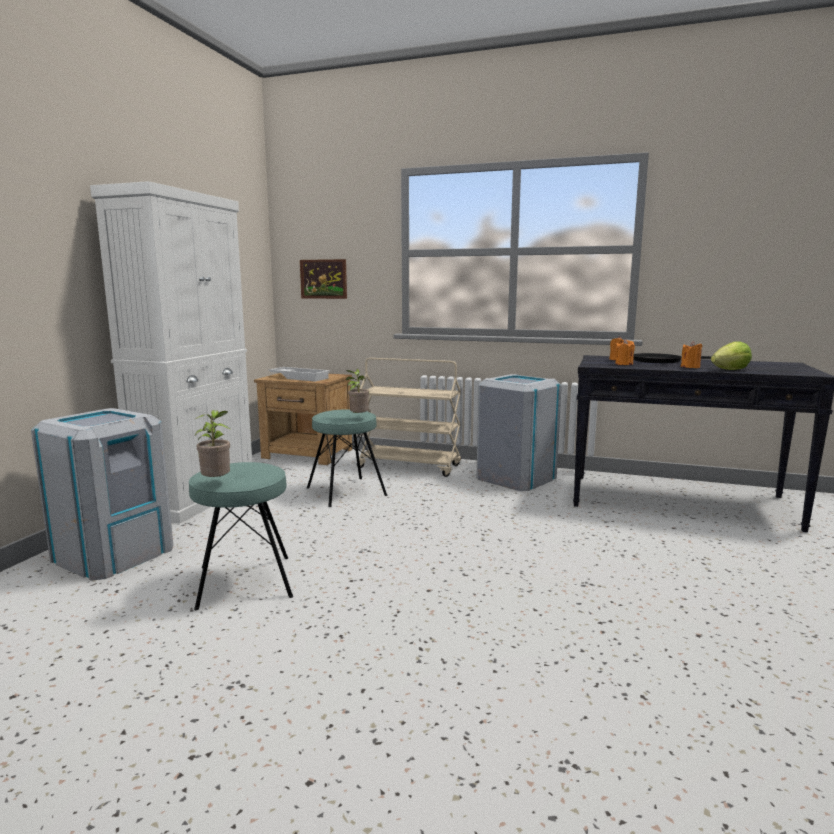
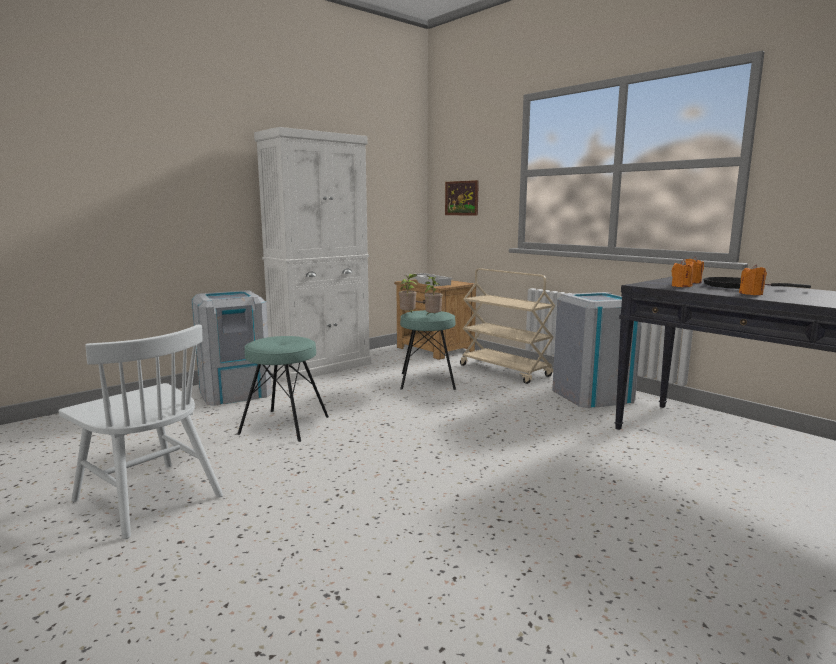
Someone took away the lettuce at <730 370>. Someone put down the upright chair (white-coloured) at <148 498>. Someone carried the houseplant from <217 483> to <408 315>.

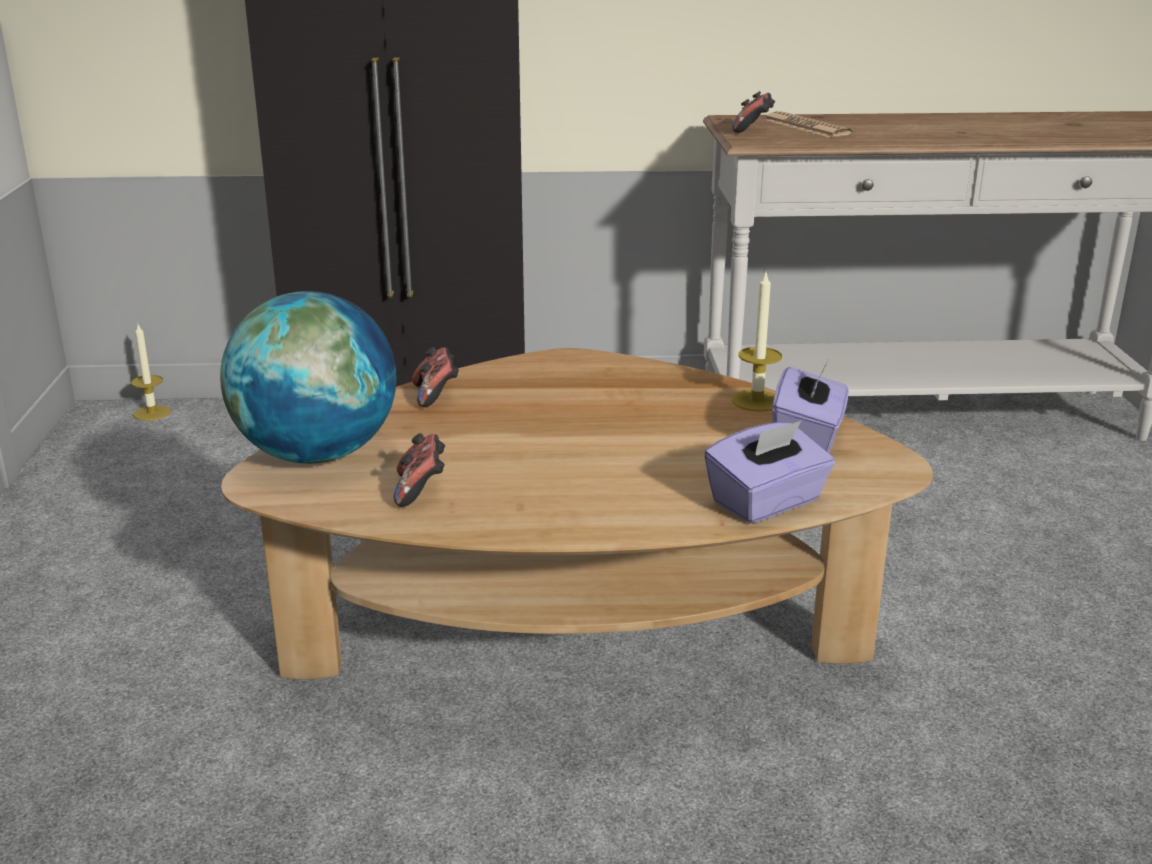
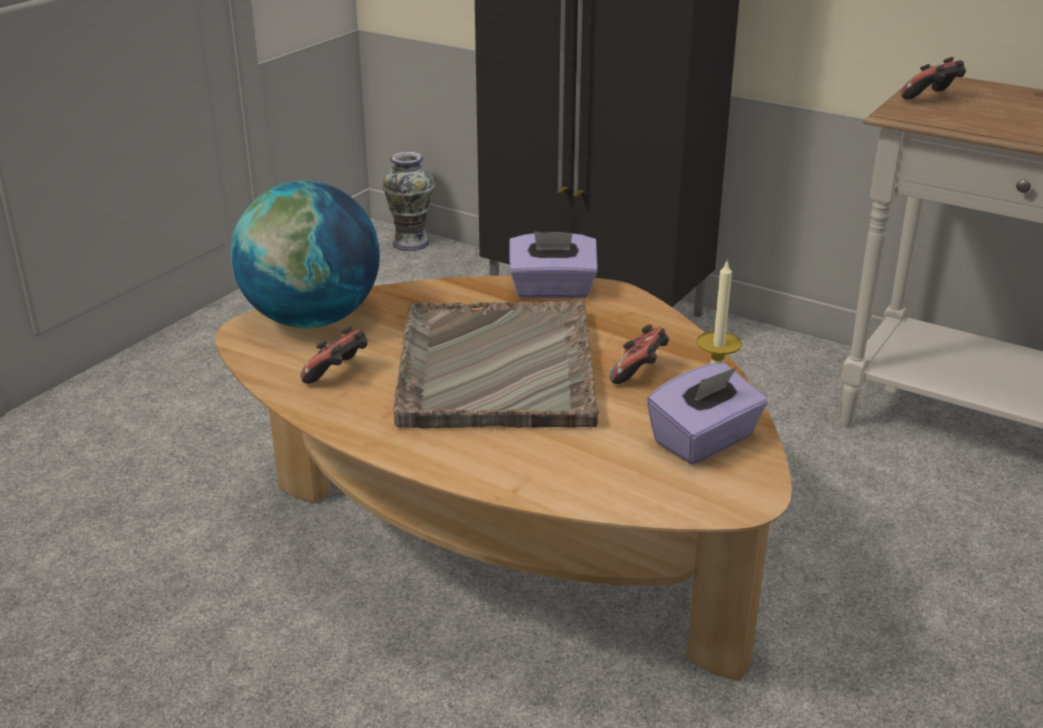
Someone took away the printed paper at <806 127>. Someone put down the carrying tray (grey) at <496 369>. Someone carried the gamepad from <436 395> to <640 373>. Someone carried the tissue holder (purplish) from <767 503> to <552 290>. Someone swapped the wax light at <152 413> for the vase at <410 243>.

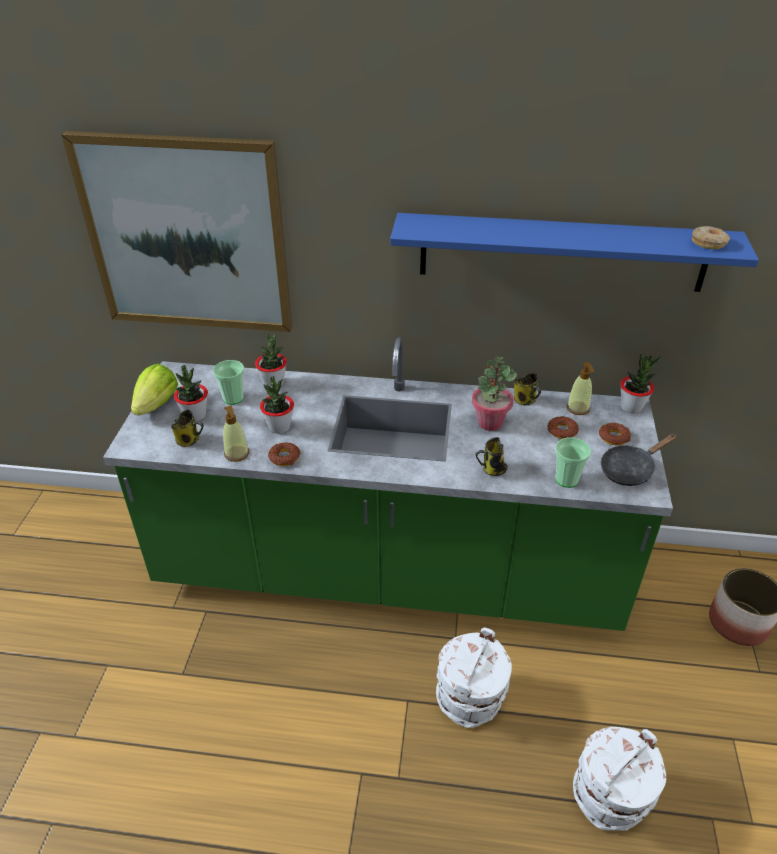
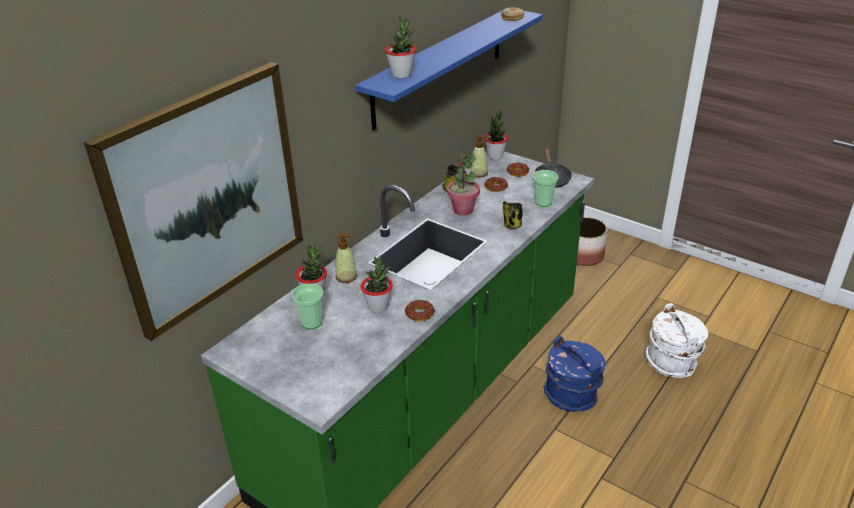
Someone took away the lettuce at <157 404>. Someone took away the tea mug at <189 440>. Someone carried the houseplant from <195 416> to <401 74>. Someone carried the soap dispenser from <236 454> to <346 277>. Someone repainted the water bucket (white-coloured) at <470 698>, which became the water bucket (bluish) at <571 395>.

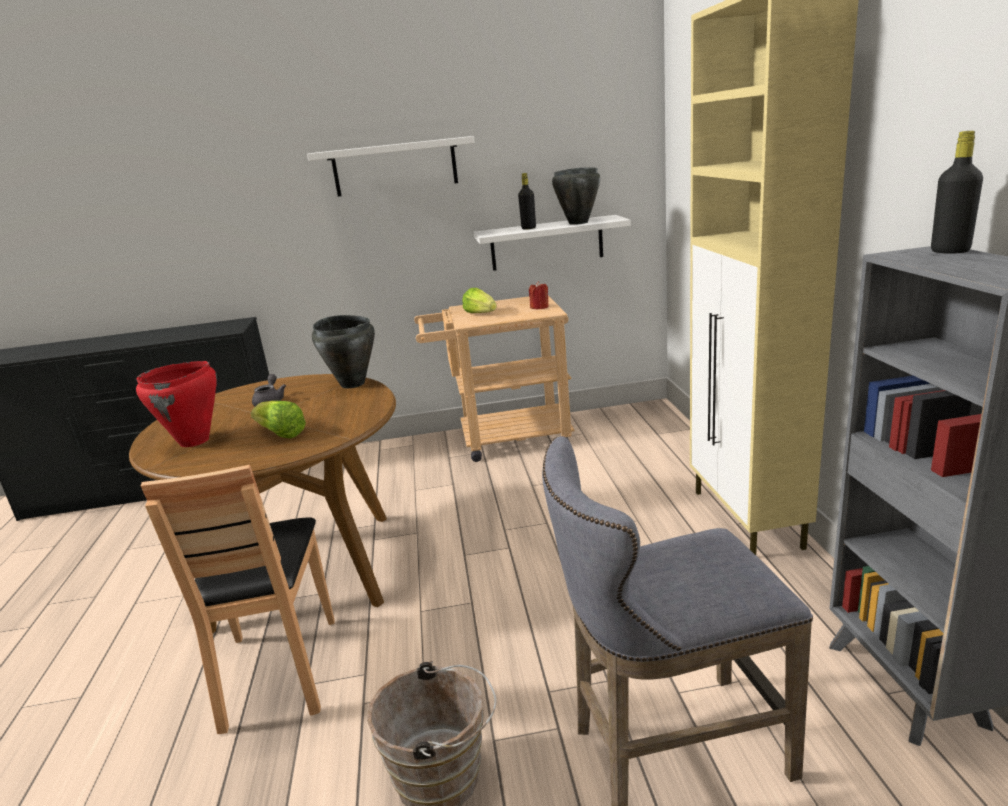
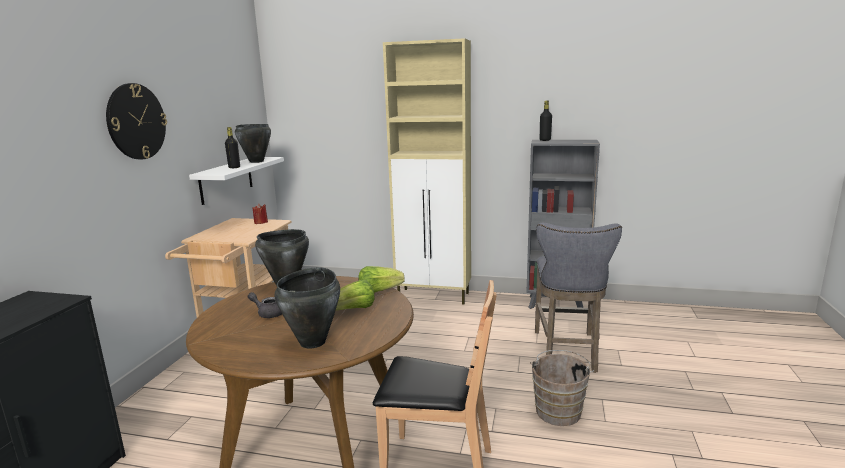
Someone carried the lettuce from <480 314> to <379 291>. Someone swapped the wall shelf (white-coloured) at <395 167> for the wall clock at <136 121>. Someone repainted the stockpot (red) at <194 441>, which became the stockpot (blackish) at <313 342>.

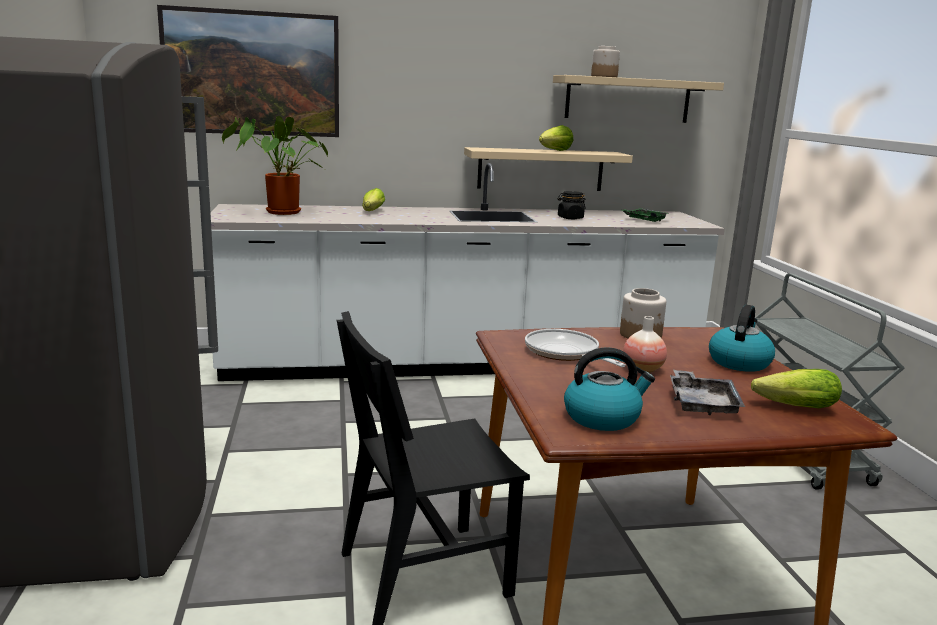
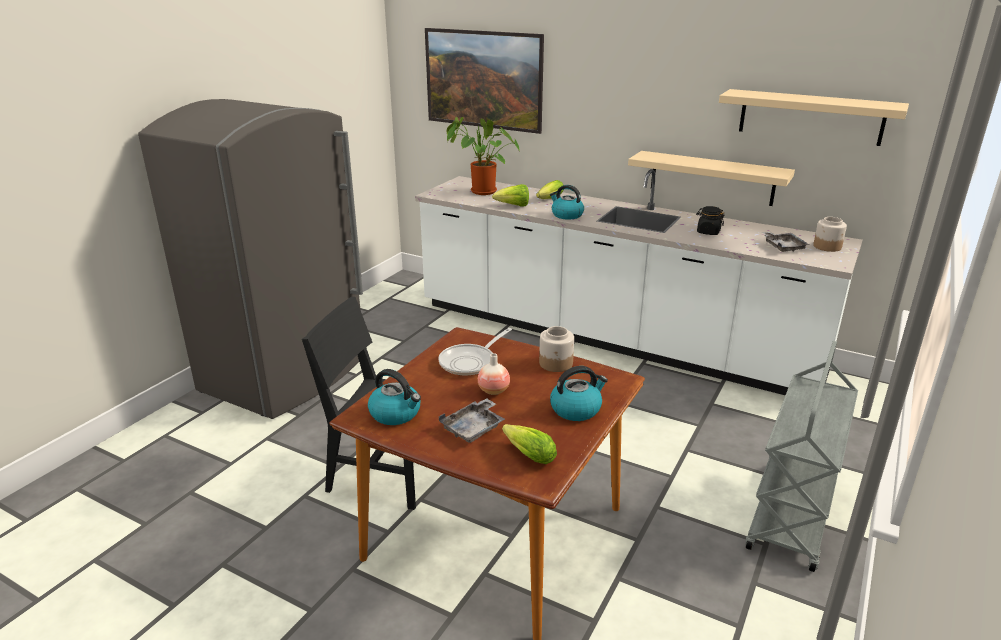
Someone put down the tea kettle at <566 215>. Someone carried the lettuce from <554 151> to <513 206>. Someone carried the jar from <604 76> to <827 247>. Someone repainted the carrying tray (greenish) at <644 220>, which became the carrying tray (grey) at <783 247>. Someone rotated the frying pan at <565 353> by 150 degrees counterclockwise.

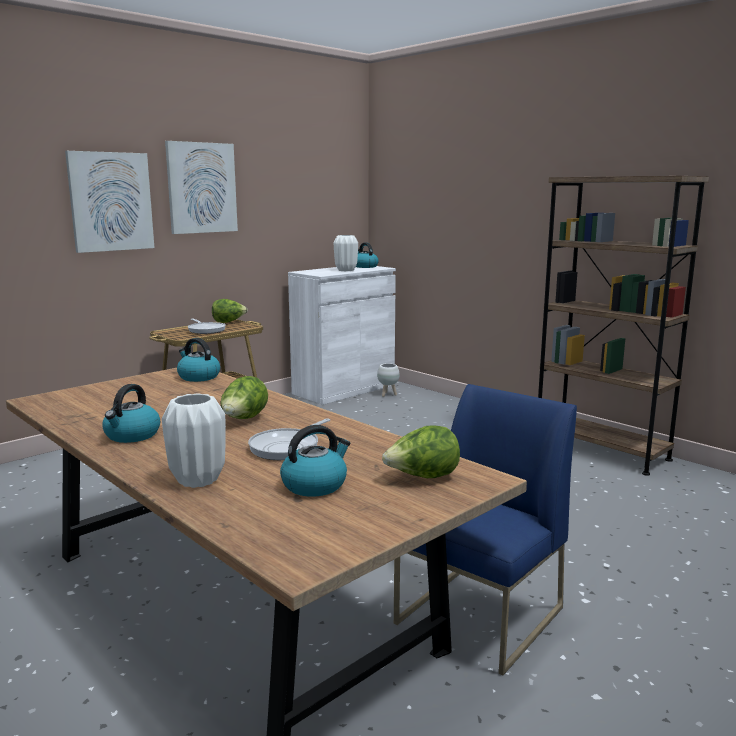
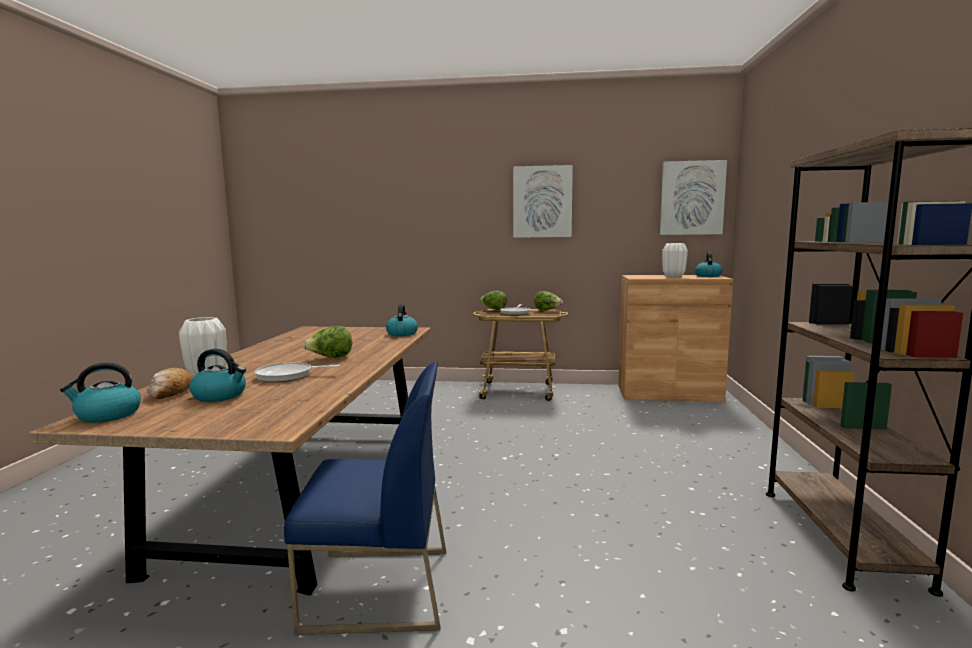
Someone took away the flower pot (white-coloured) at <388 395>. Someone put down the bread at <171 393>. Someone carried the wall art from <110 202> to <692 198>. Someone carried the tea kettle from <132 435> to <107 415>. Someone carried the lettuce from <422 477> to <493 309>. Someone repainted the cupboard (white-coloured) at <344 389>, which became the cupboard (brown) at <668 393>.

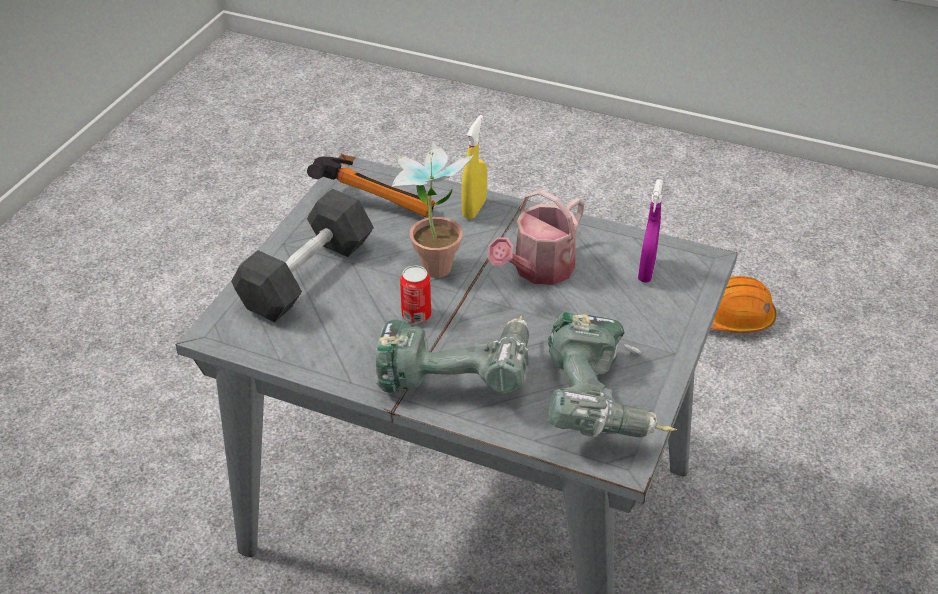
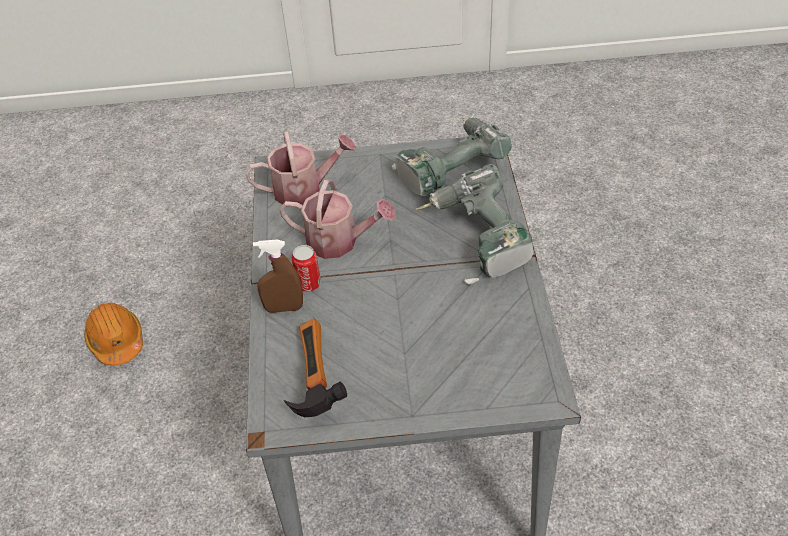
Someone took away the dumbbell (blackish) at <307 275>. Someone took away the houseplant at <434 261>. Someone carried the metal can from <416 315> to <308 284>. Someone swapped the spray bottle (purplish) at <646 271> for the watering can at <304 189>. Someone repainted the spray bottle (yellowish) at <474 209>, which became the spray bottle (brown) at <284 308>.

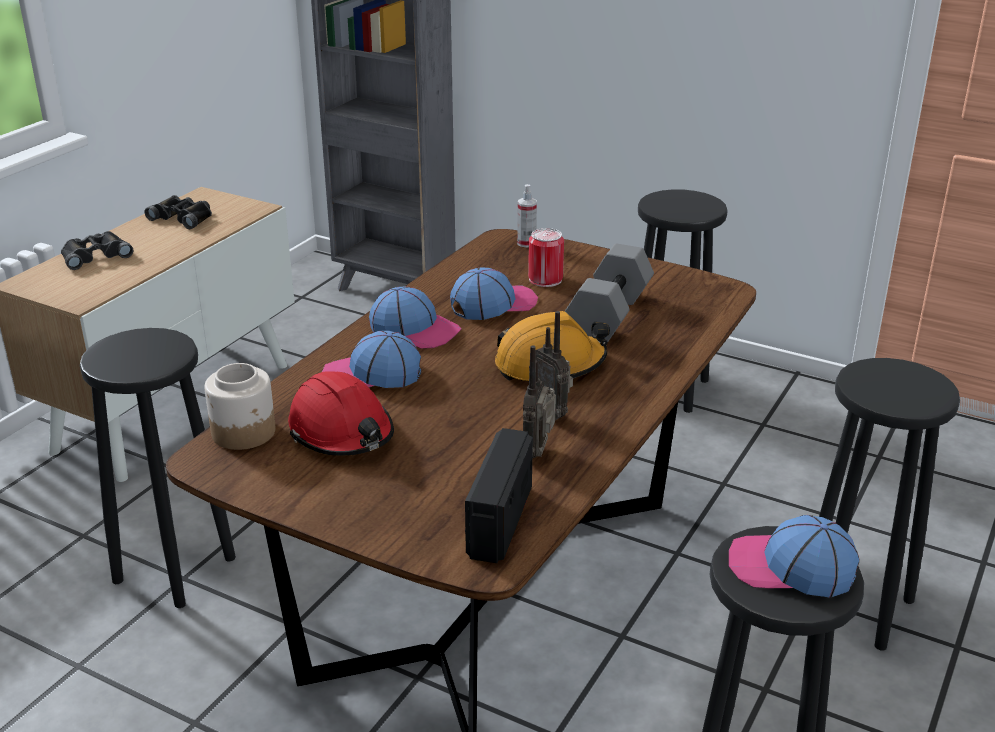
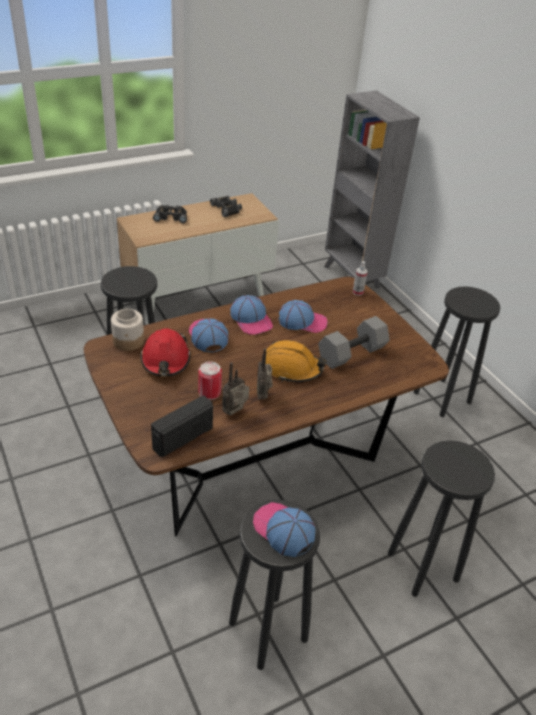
Someone carried the metal can from <545 279> to <209 392>. Someone rotated the cap at <372 375> by 45 degrees clockwise.

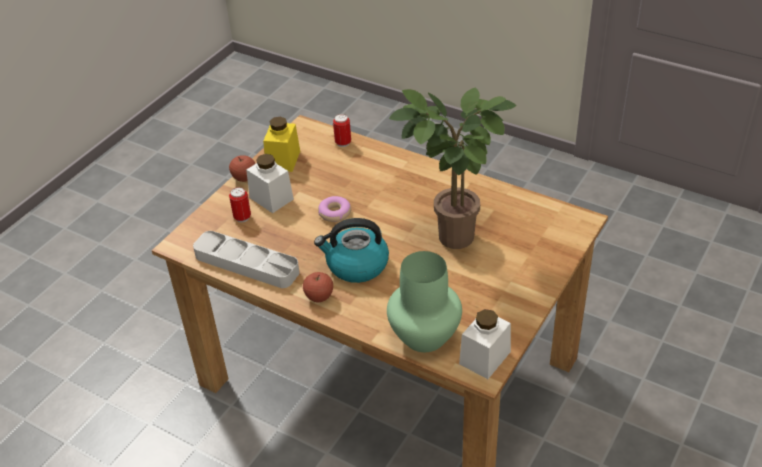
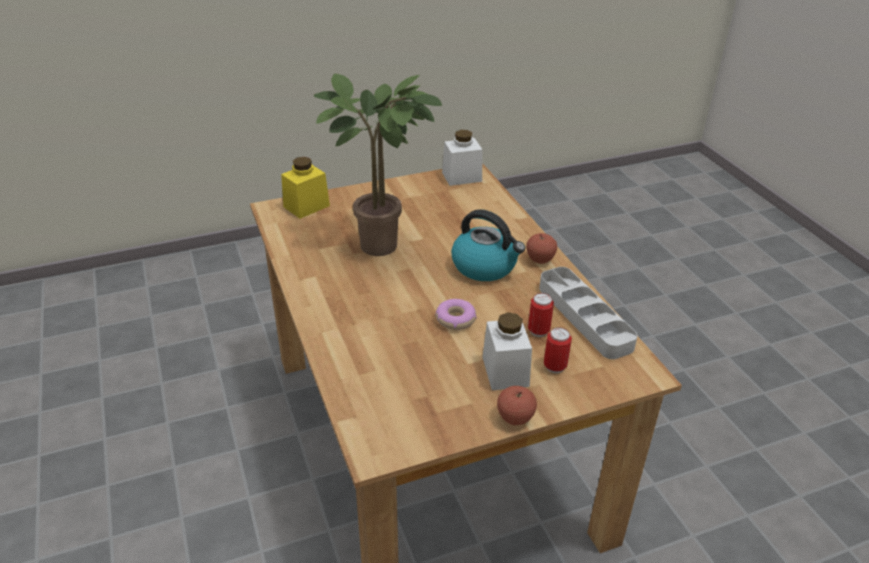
Someone took away the vase (greenish) at <425 337>. Someone carried the jar (yellowish) from <283 160> to <306 206>. Someone carried the metal can from <343 143> to <538 331>.

